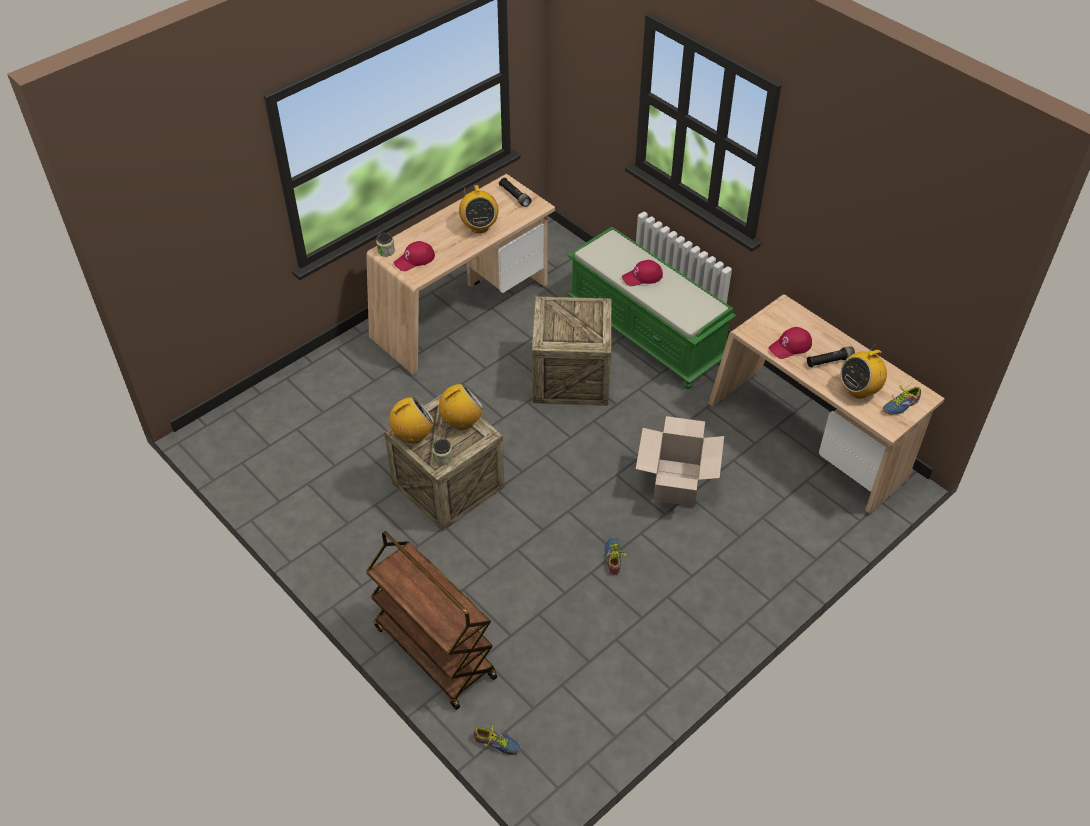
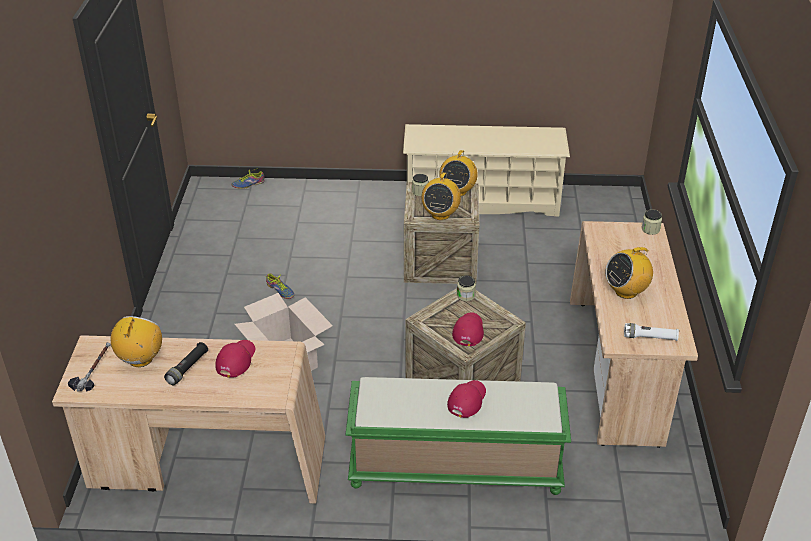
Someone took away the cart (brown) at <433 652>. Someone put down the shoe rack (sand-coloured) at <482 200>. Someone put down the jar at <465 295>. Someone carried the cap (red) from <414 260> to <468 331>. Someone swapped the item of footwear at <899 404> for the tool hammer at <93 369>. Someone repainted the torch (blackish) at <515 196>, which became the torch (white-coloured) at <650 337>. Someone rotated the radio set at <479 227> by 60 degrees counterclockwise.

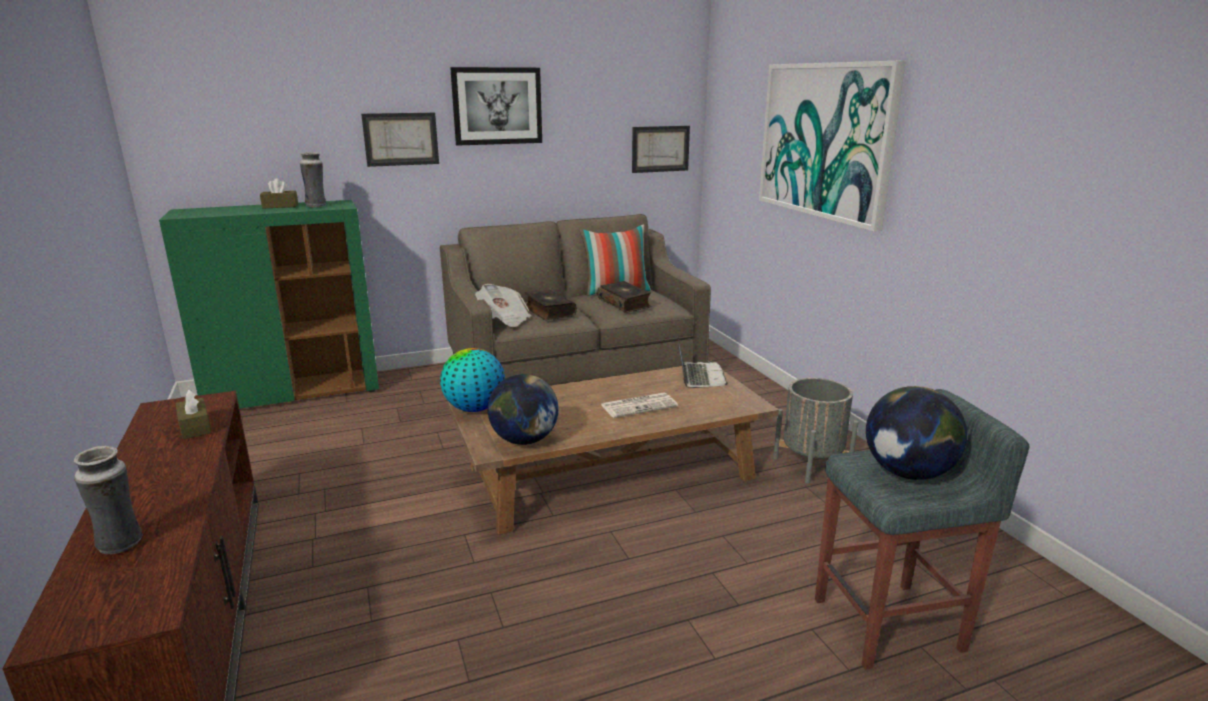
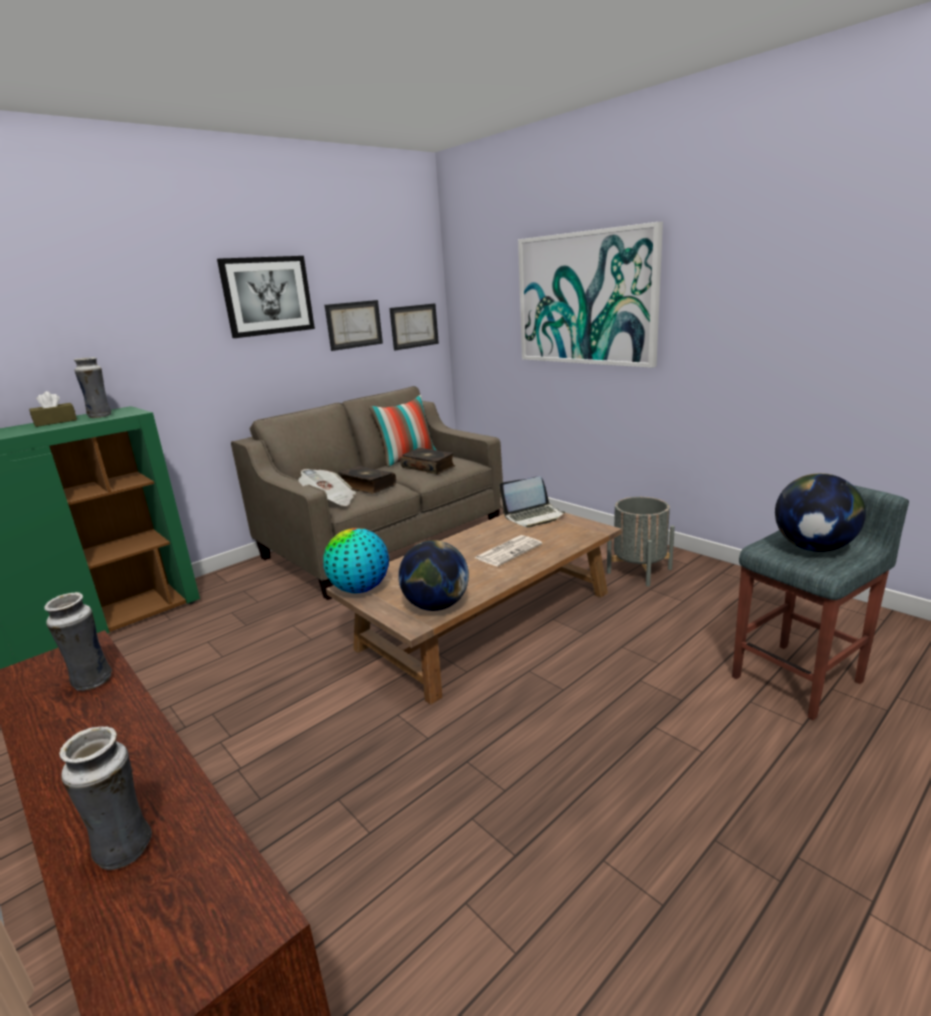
Someone carried the wall art from <401 139> to <354 325>. Someone swapped the tissue holder (brown) at <195 427> for the vase at <92 682>. Someone rotated the laptop at <699 376> by 90 degrees clockwise.

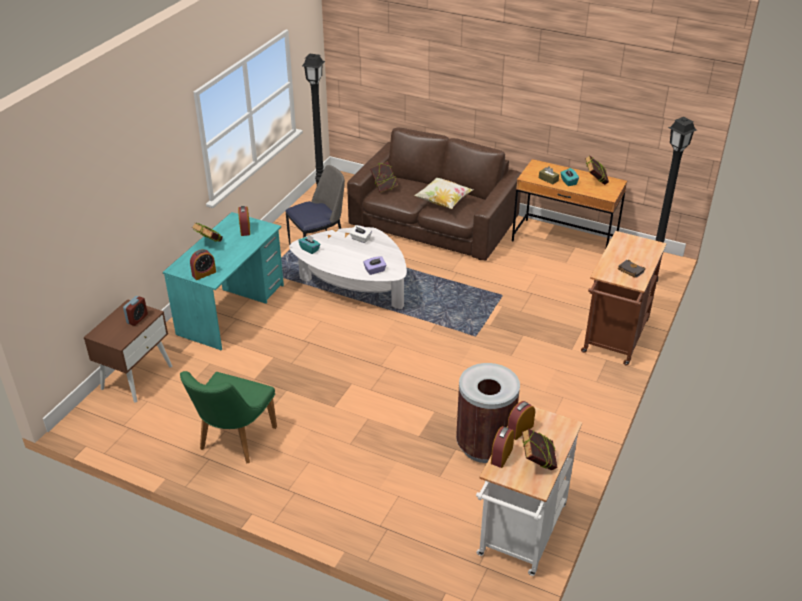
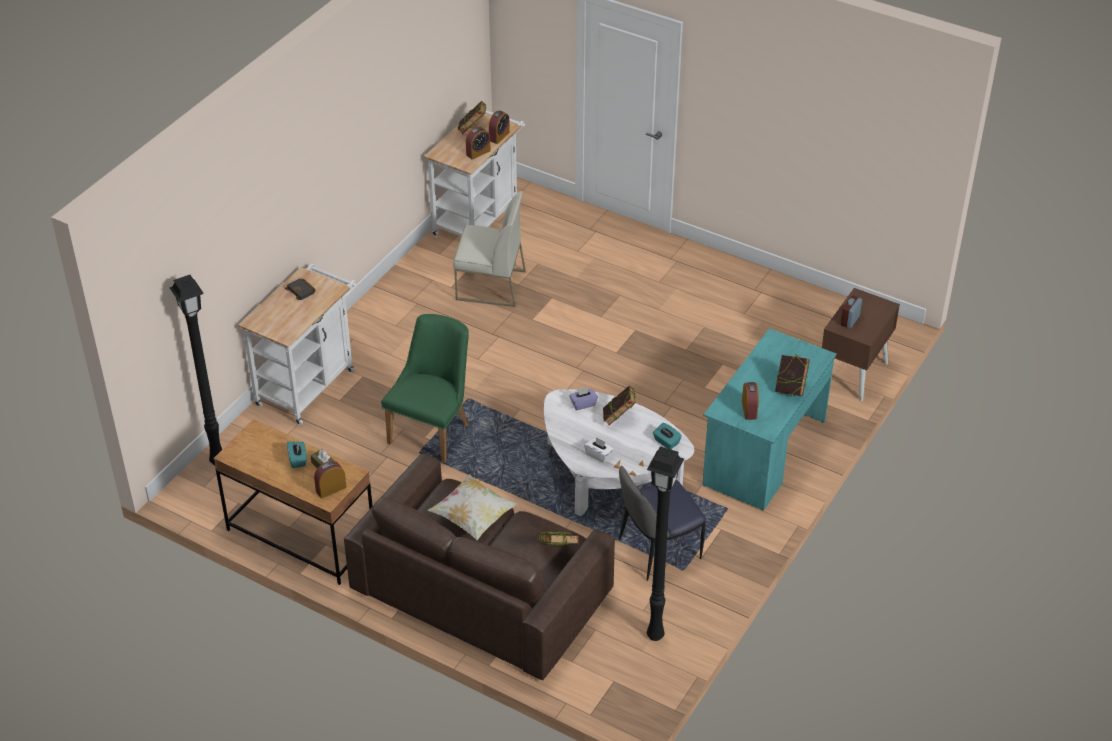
Someone carried the upright chair (greenish) from <233 442> to <434 429>. Someone carried the table clock from <204 274> to <331 489>. Someone carried the book from <595 181> to <618 418>. Someone swapped the waste bin (brown) at <484 445> for the upright chair (white-coloured) at <490 286>. Someone repainted the cart (brown) at <614 340>, which became the cart (white-coloured) at <309 384>.

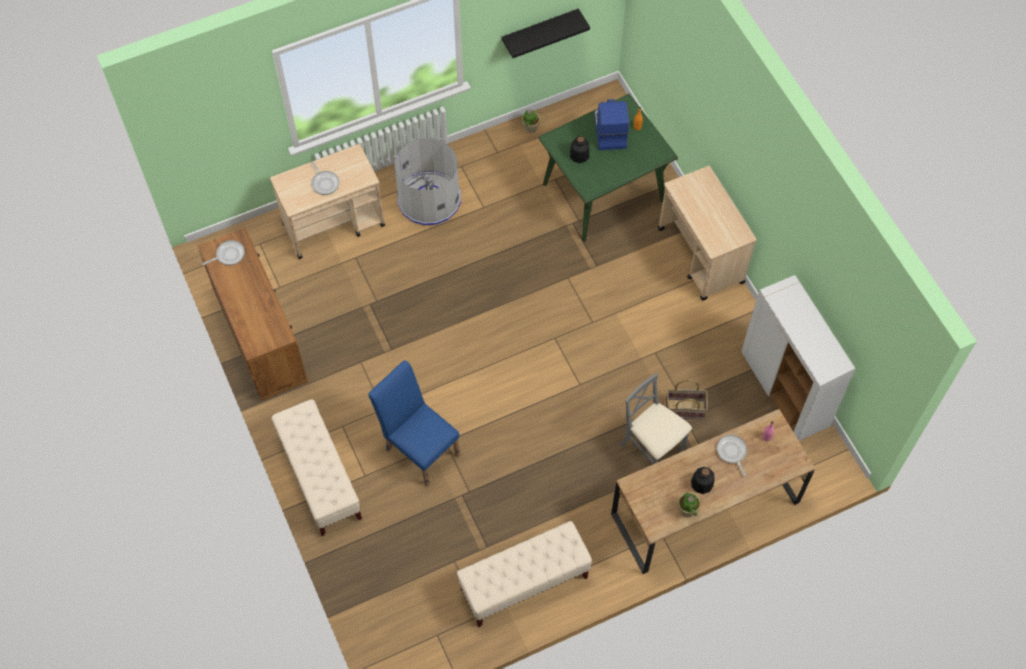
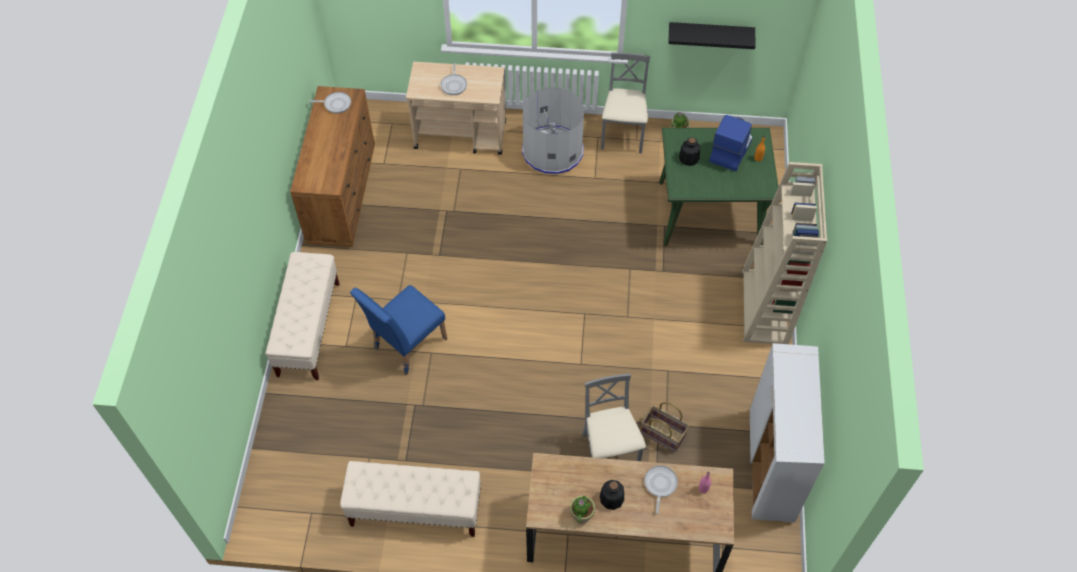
Someone put down the upright chair (grey) at <623 136>. Someone swapped the cart (sand-coloured) at <701 256> for the shelving unit (sand-coloured) at <765 308>. Someone rotated the upright chair (bluish) at <419 448> by 120 degrees counterclockwise.

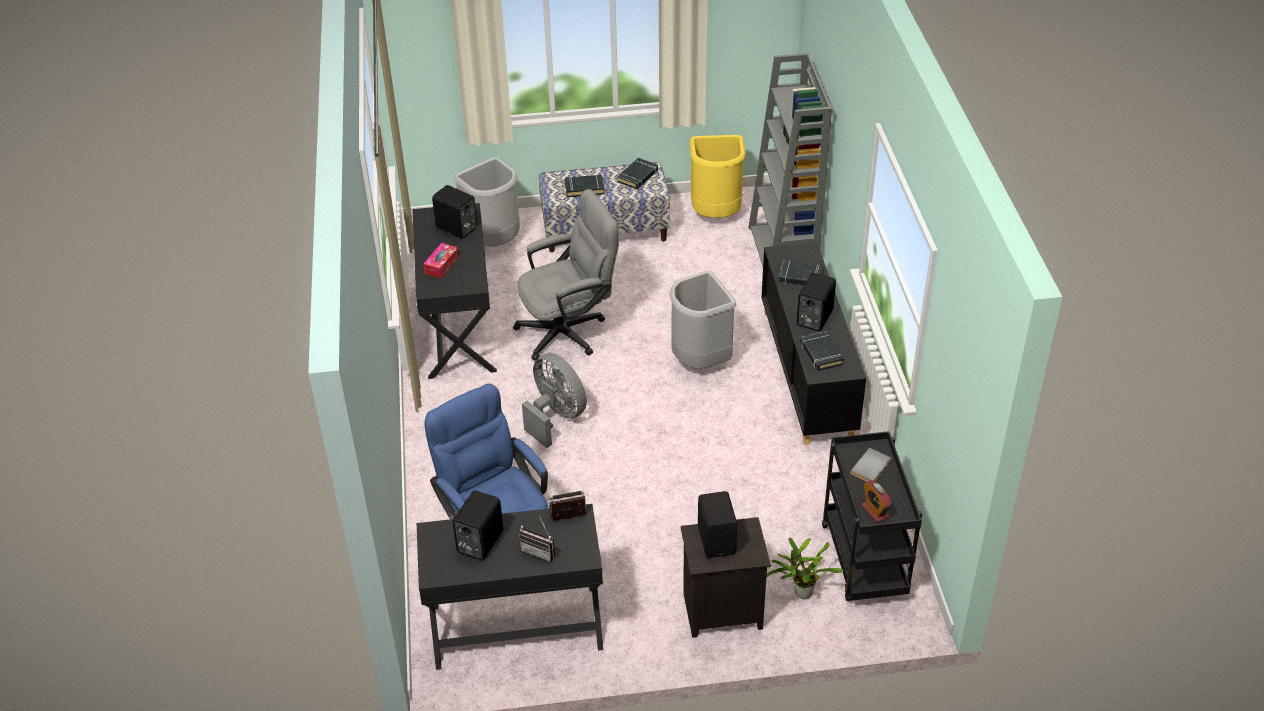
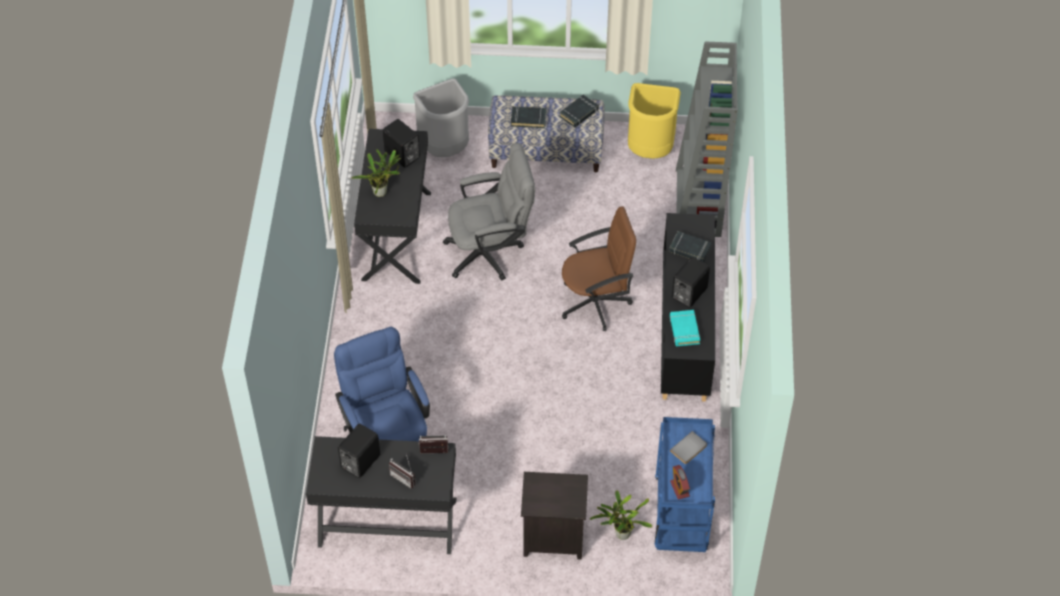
Someone took away the electric fan (grey) at <555 417>. Someone took away the loudspeaker (blackish) at <717 540>. Someone swapped the tissue holder at <442 265> for the houseplant at <382 192>. Someone swapped the waste bin (grey) at <700 361> for the office chair (brown) at <595 302>. Someone repainted the book (blackish) at <821 354>, which became the book (turquoise-coloured) at <684 330>. Someone repainted the cart (blackish) at <865 562>, which became the cart (bluish) at <681 516>.

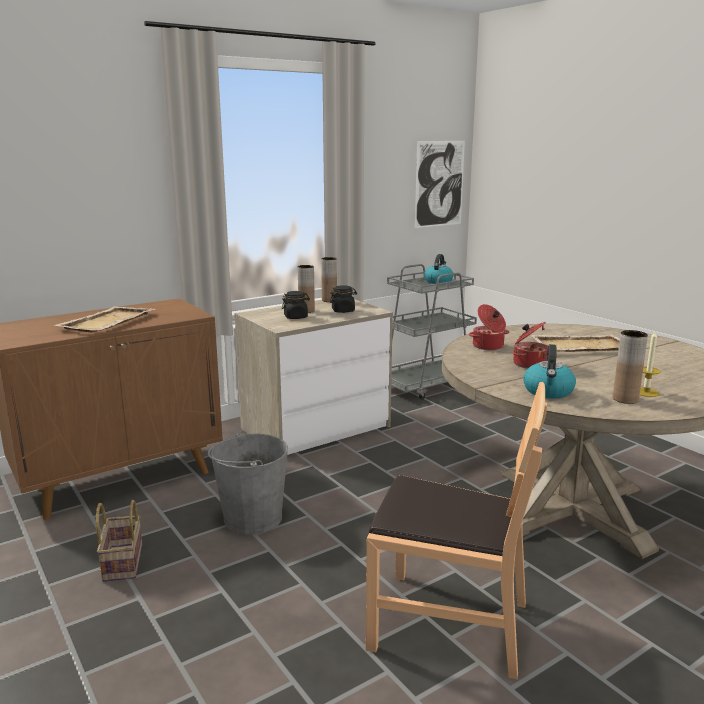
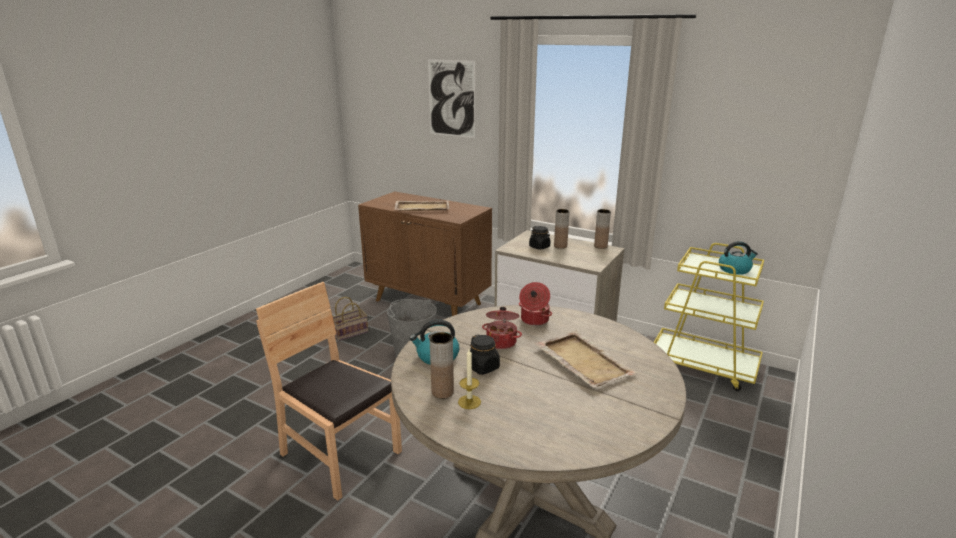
Someone carried the jar (blackish) from <343 311> to <483 367>. Someone carried the wall art from <439 184> to <451 98>. Someone repainted the cart (grey) at <427 385>, which became the cart (yellowish) at <703 366>. Someone rotated the upright chair (brown) at <449 623> by 135 degrees clockwise.

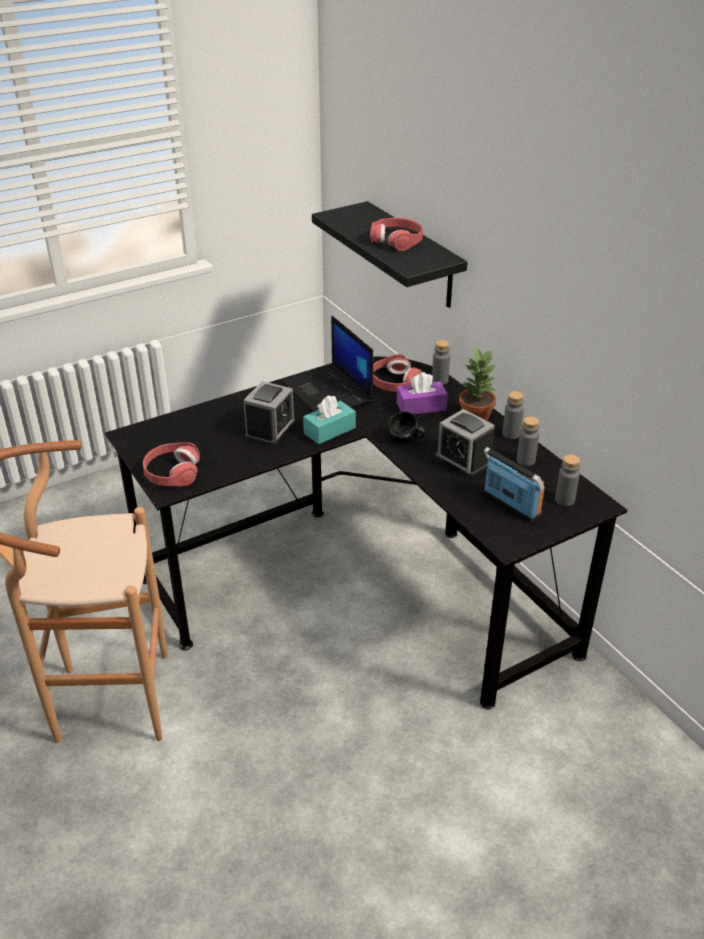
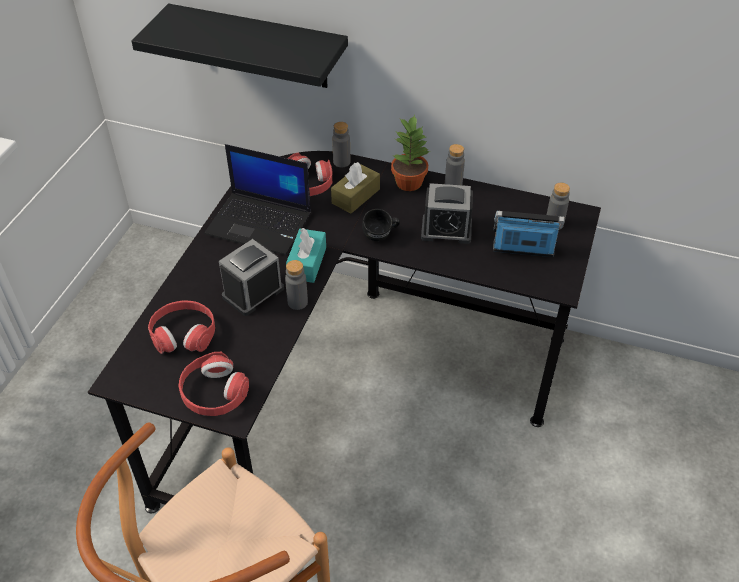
Someone carried the headphones (red) from <396 240> to <183 334>. Someone carried the bottle (grey) from <525 460> to <297 302>. Someone repainted the tissue holder (purplish) at <421 406>, which became the tissue holder (brown) at <355 196>. Someone rotated the table clock at <270 430> by 120 degrees counterclockwise.

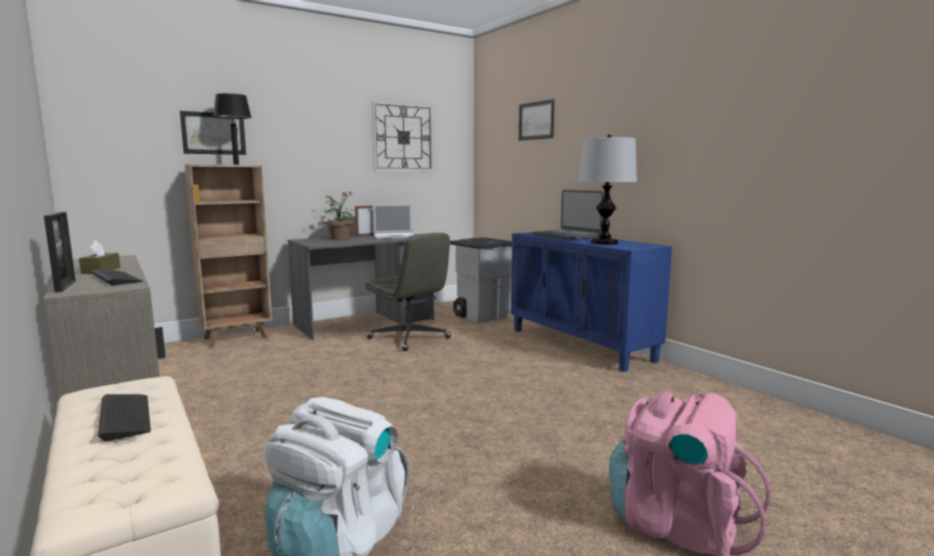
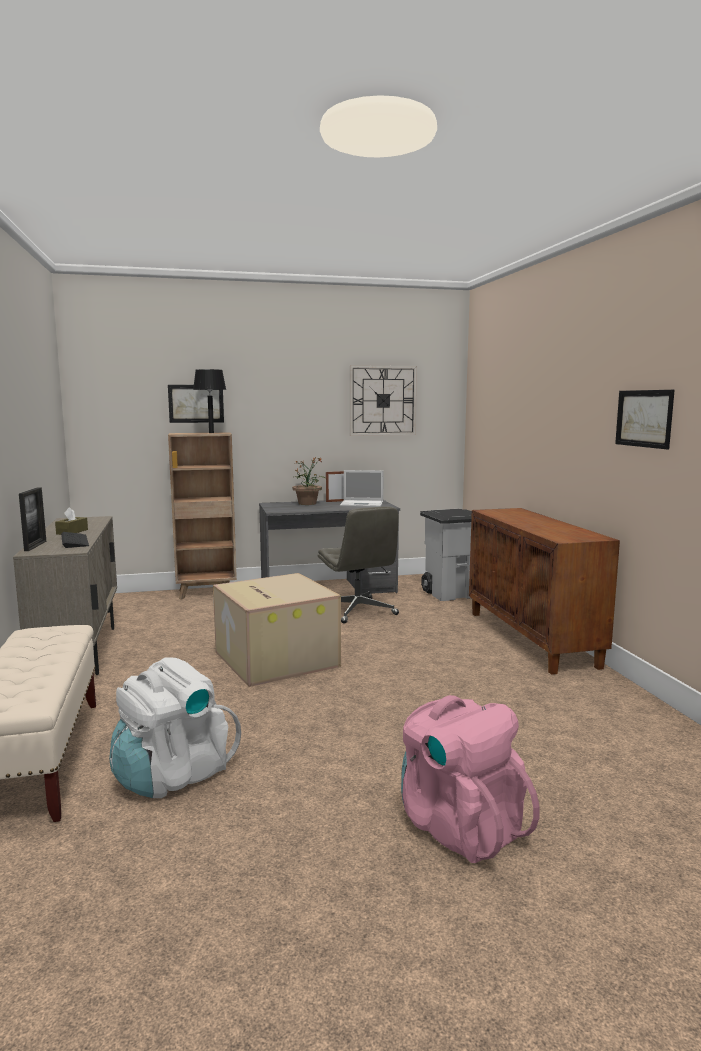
Someone took away the keyboard at <125 417>. Someone took away the laptop at <567 236>. Someone took away the tabletop lamp at <604 243>. Someone put down the packing box at <274 659>. Someone carried the wall art from <536 120> to <644 418>. Someone repainted the cupboard (bluish) at <581 345>, which became the cupboard (brown) at <532 639>.

